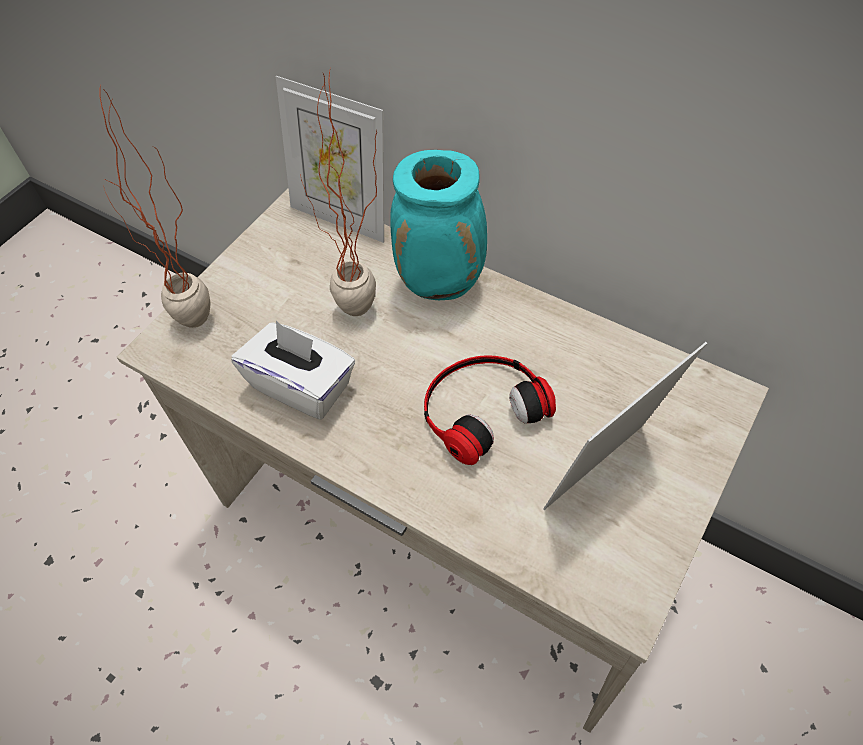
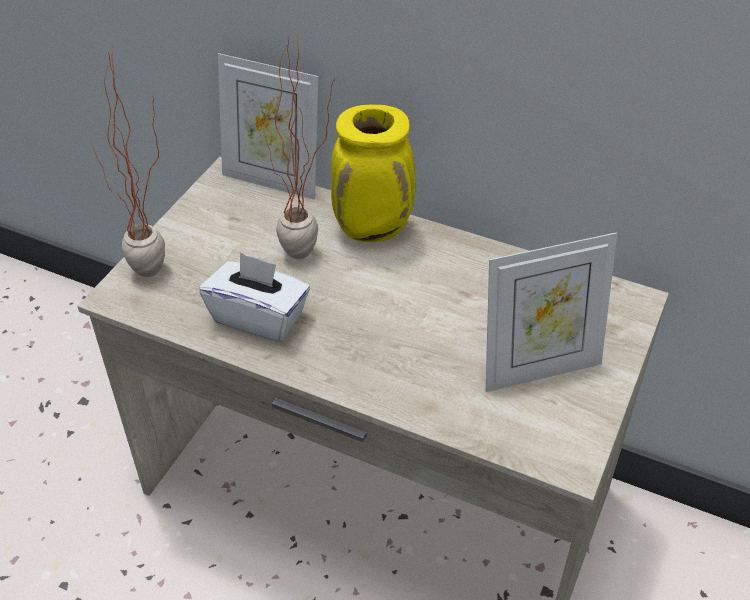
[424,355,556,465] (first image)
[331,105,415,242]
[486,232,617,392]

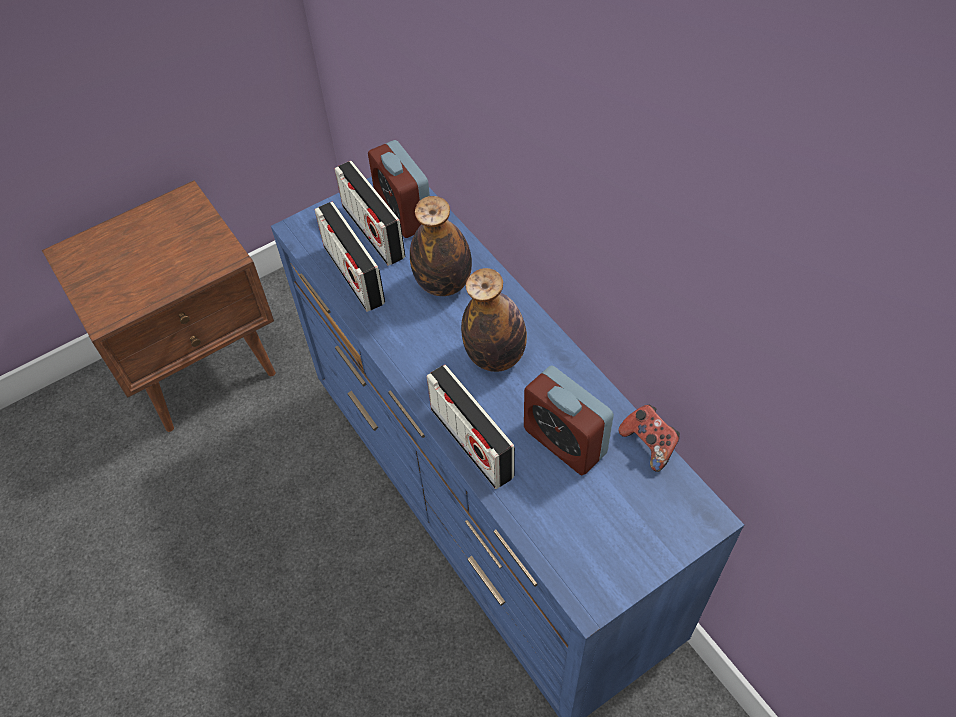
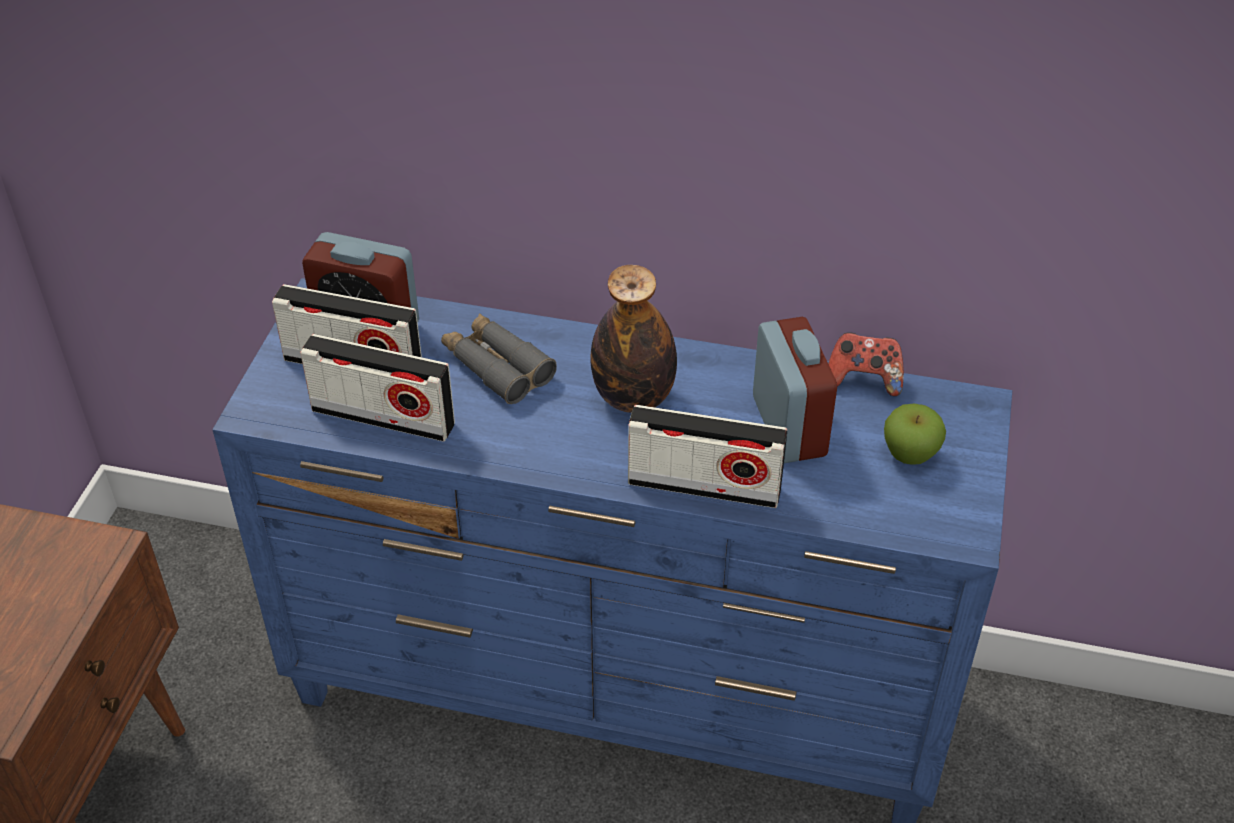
[884,403,946,465]
[441,313,557,404]
[753,317,837,463]

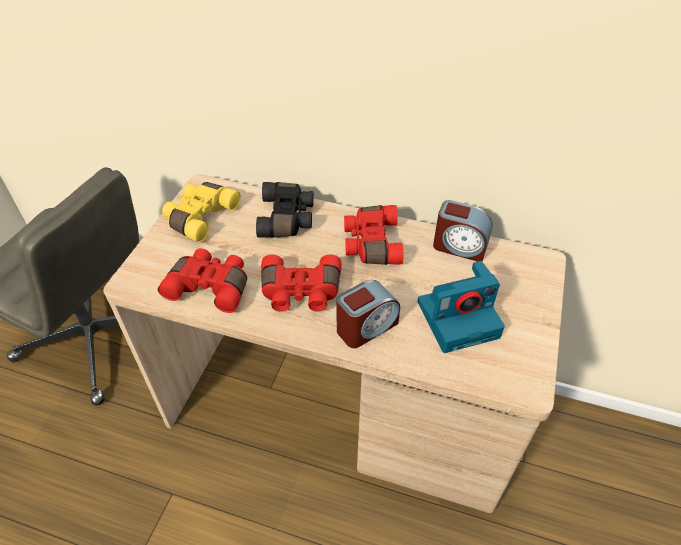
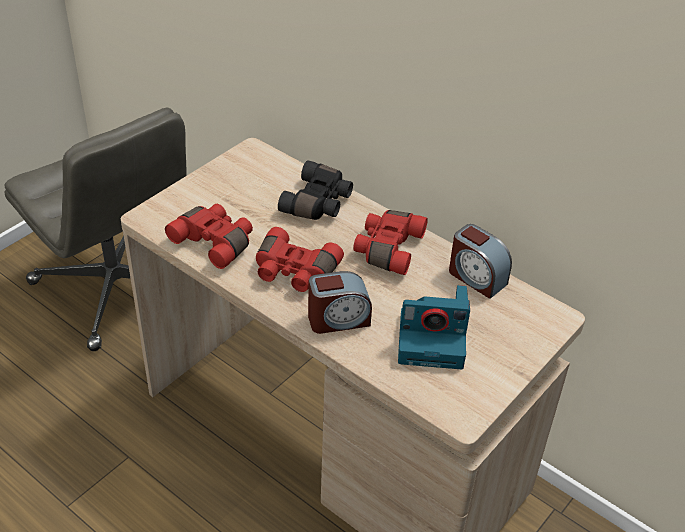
[162,182,241,242] (first image)

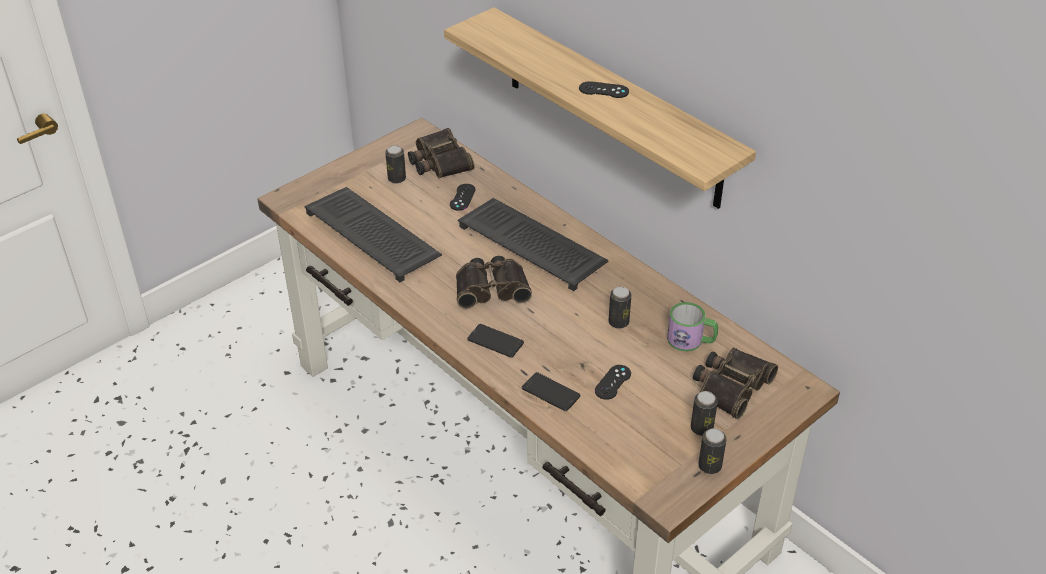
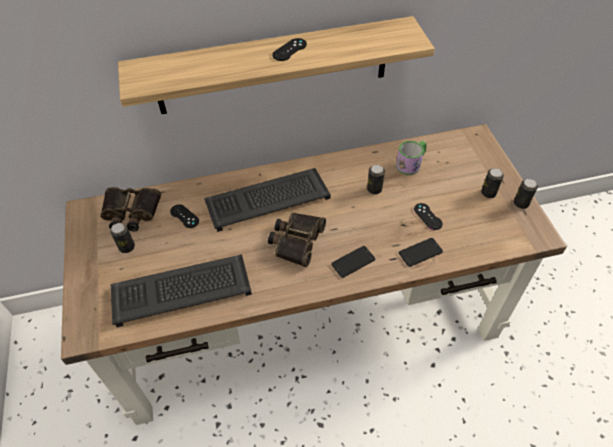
[693,347,778,419] (first image)

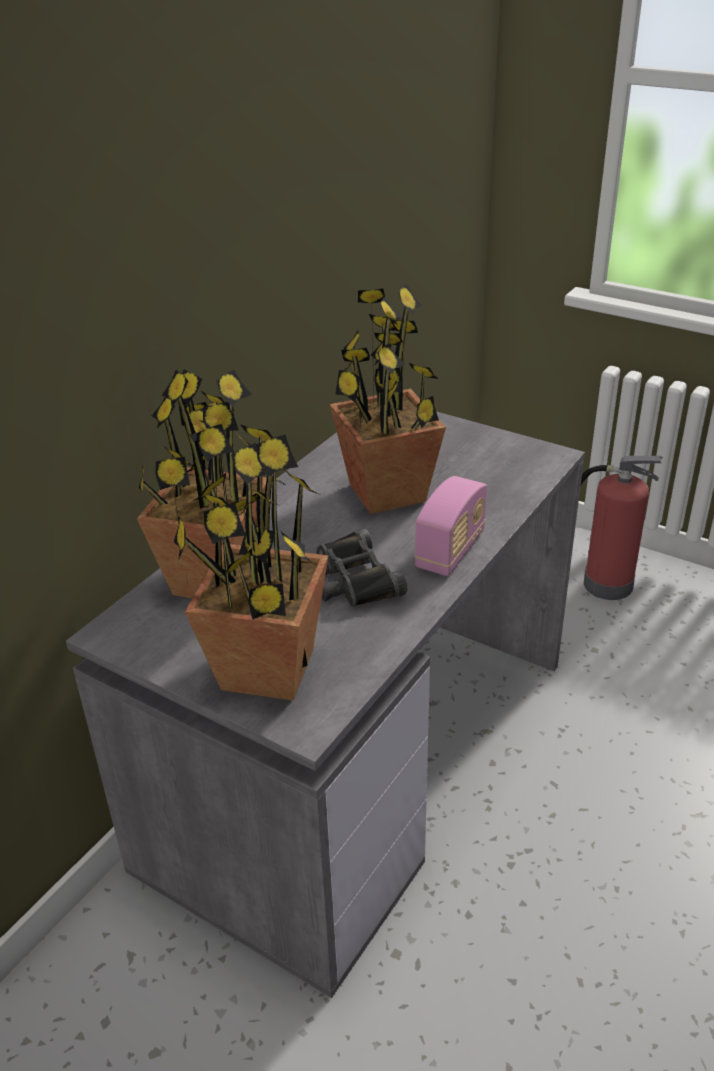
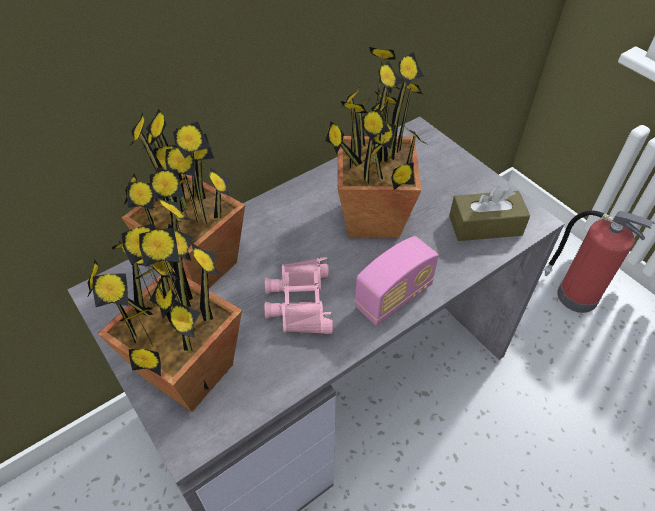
[449,186,530,241]
[265,257,333,334]

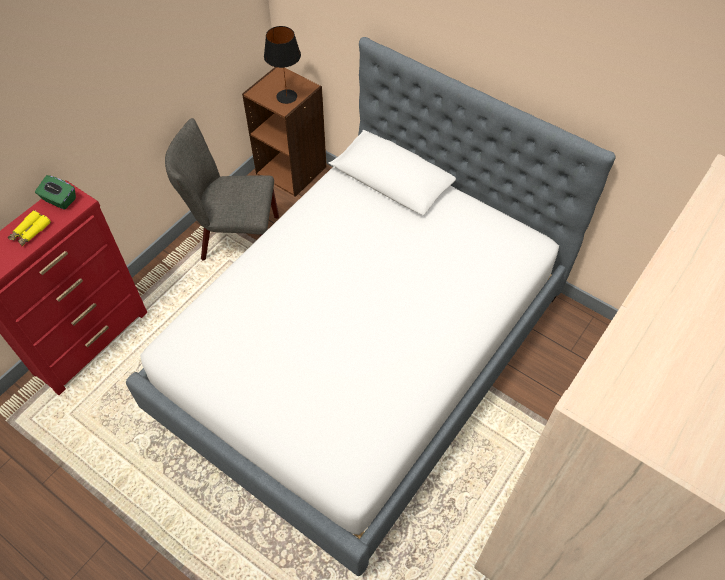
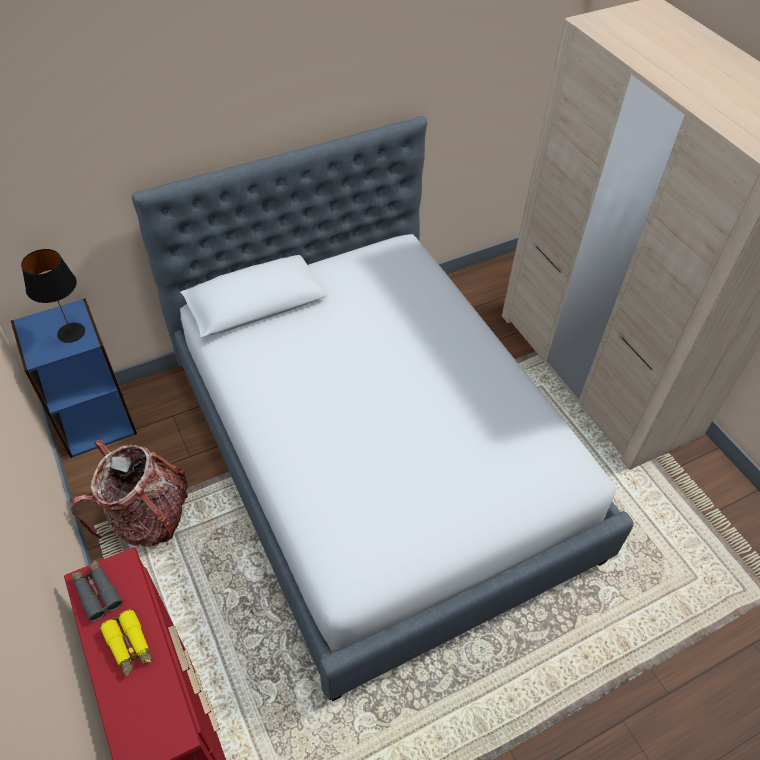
[71,560,123,622]
[71,440,188,547]
[11,298,137,458]

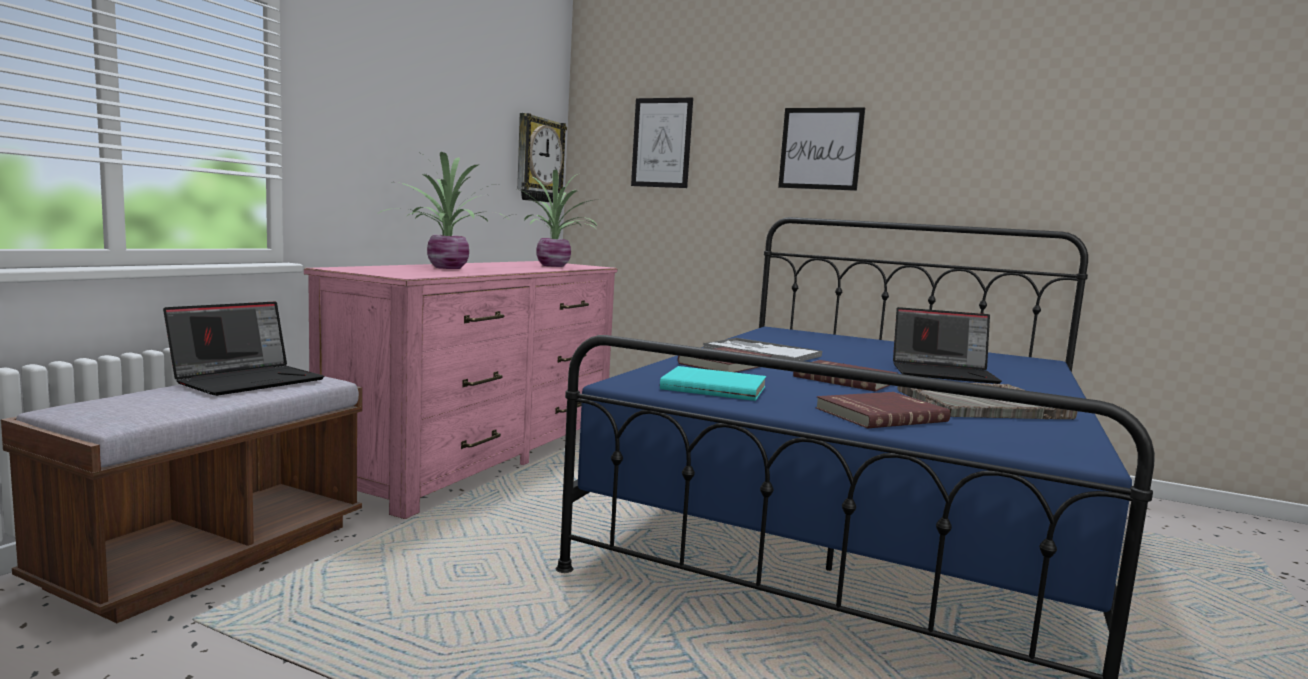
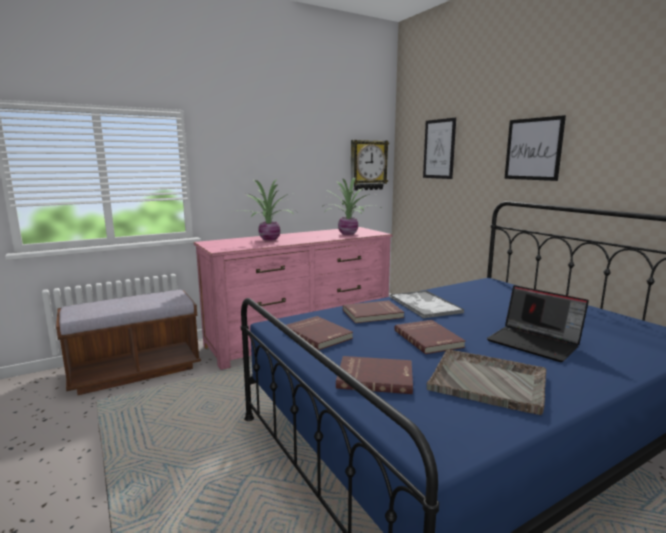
[163,302,325,396] (first image)
[286,316,353,350]

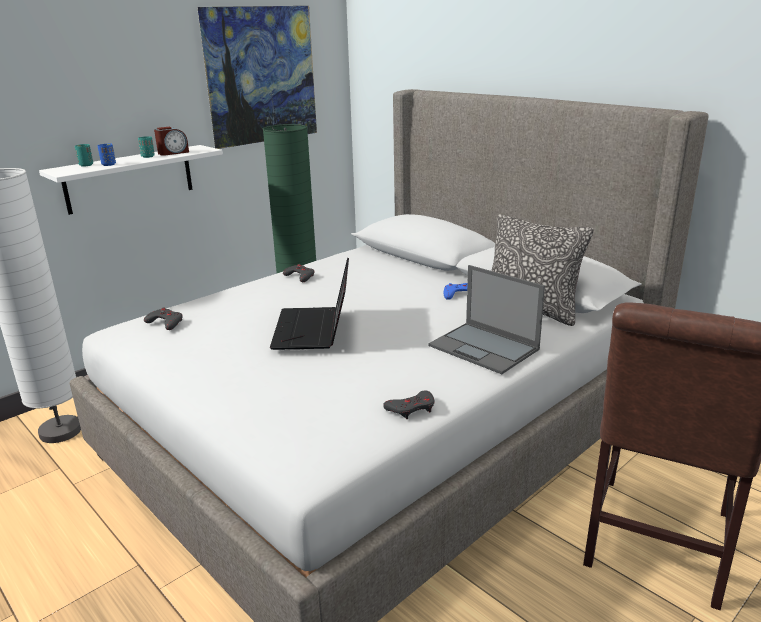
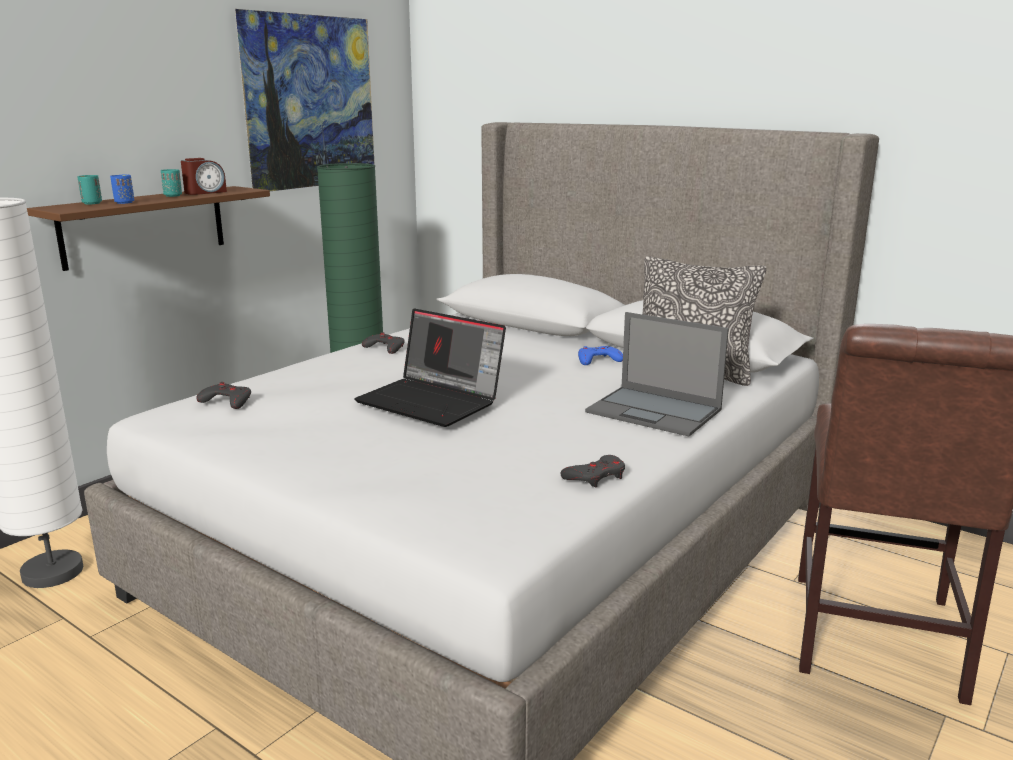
[27,186,270,271]
[354,308,506,427]

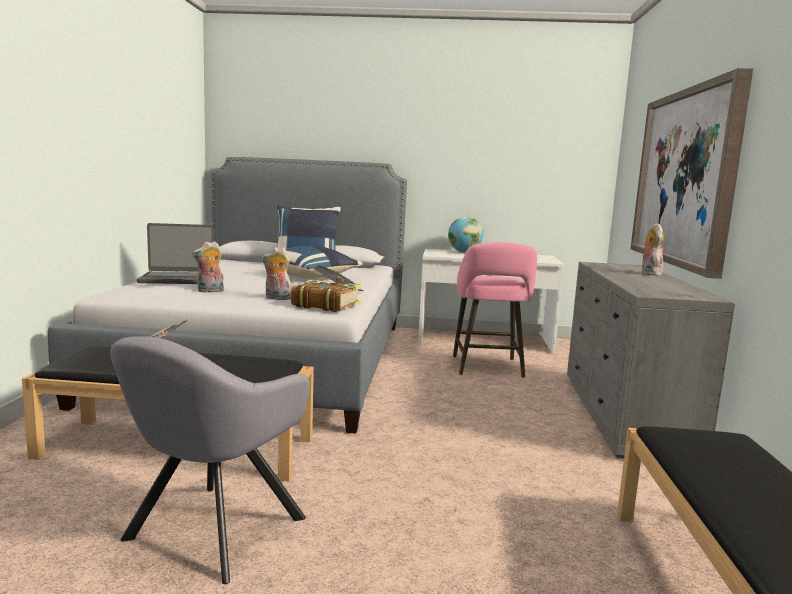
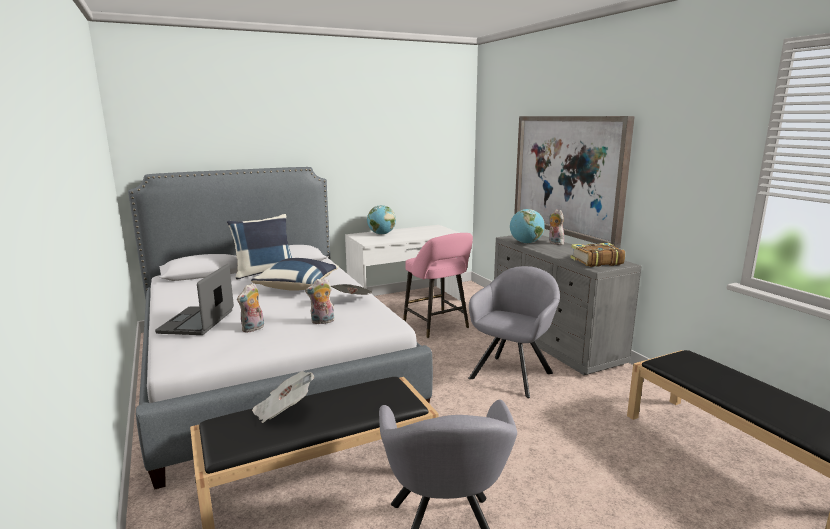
[468,266,560,398]
[510,209,545,244]
[570,243,625,267]
[155,264,234,335]

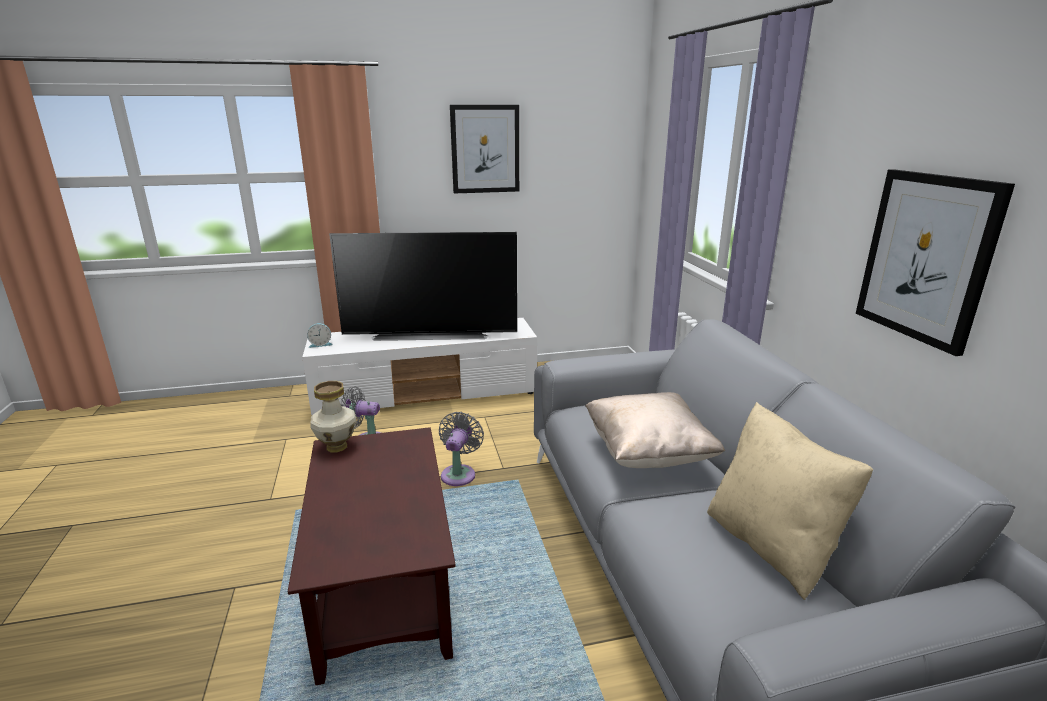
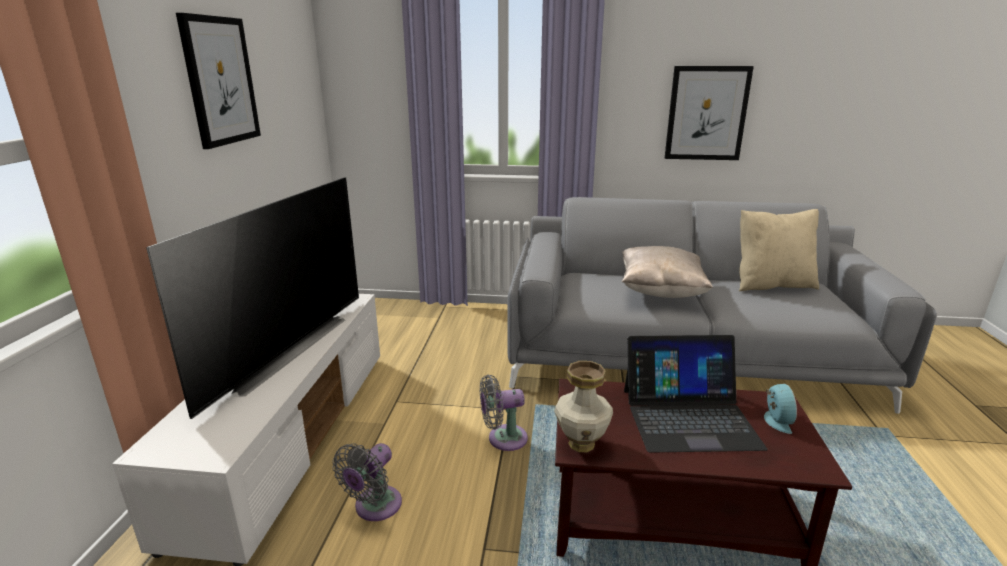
[624,335,767,453]
[764,384,797,434]
[480,375,528,451]

